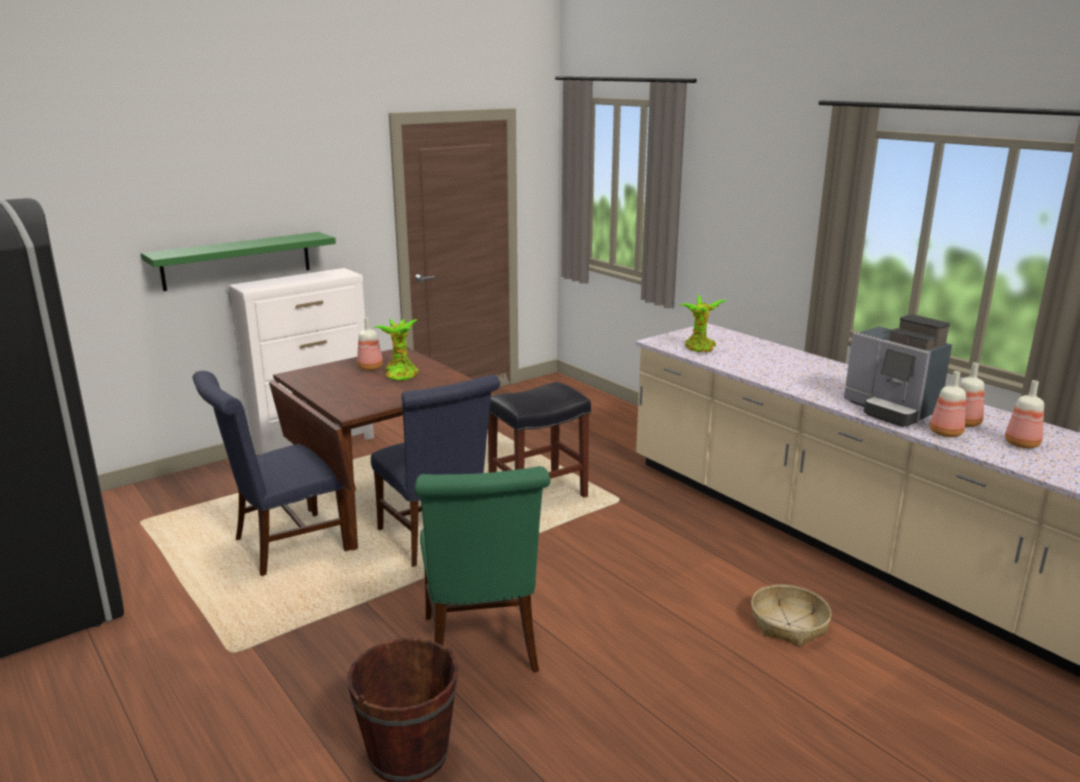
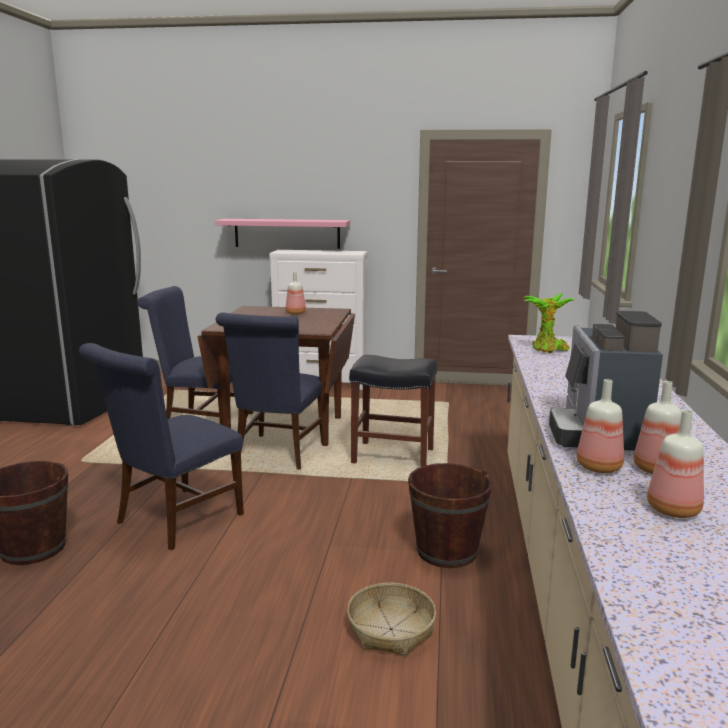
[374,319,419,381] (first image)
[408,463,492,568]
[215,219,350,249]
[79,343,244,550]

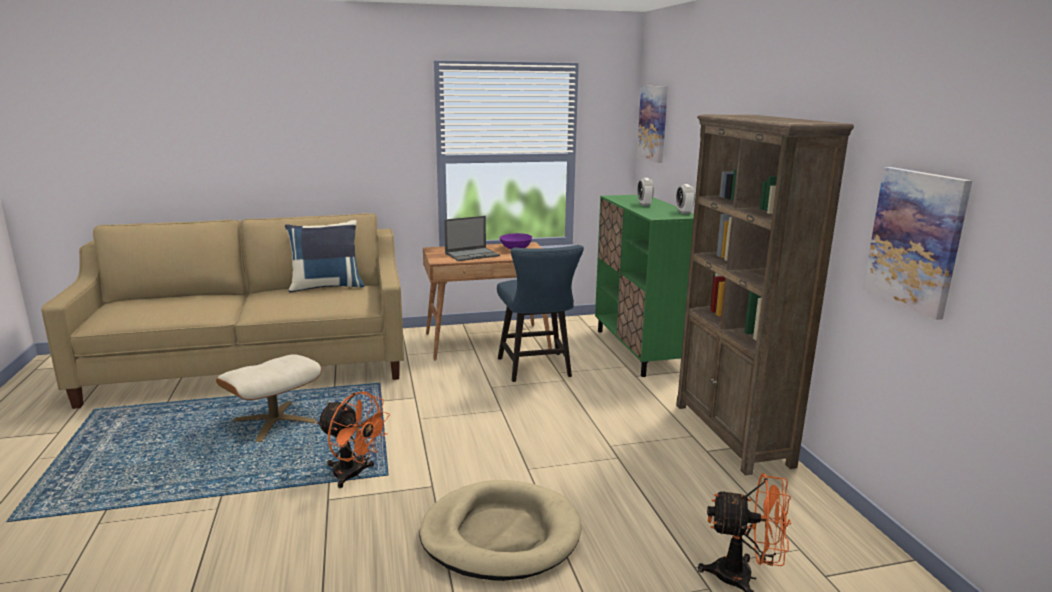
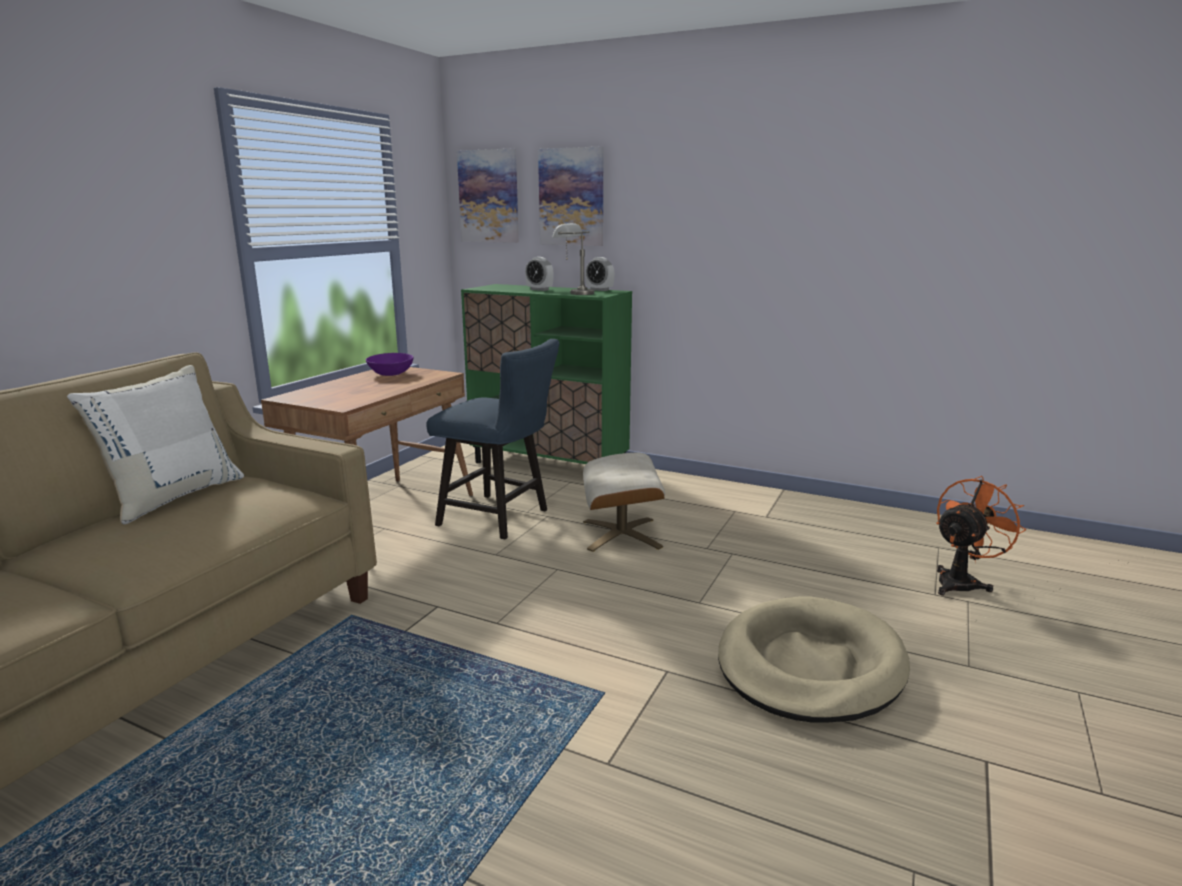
[317,391,390,488] (first image)
[444,216,500,261] (first image)
[676,114,854,475] (first image)
[552,223,594,295]
[583,452,665,552]
[538,147,603,246]
[67,365,244,525]

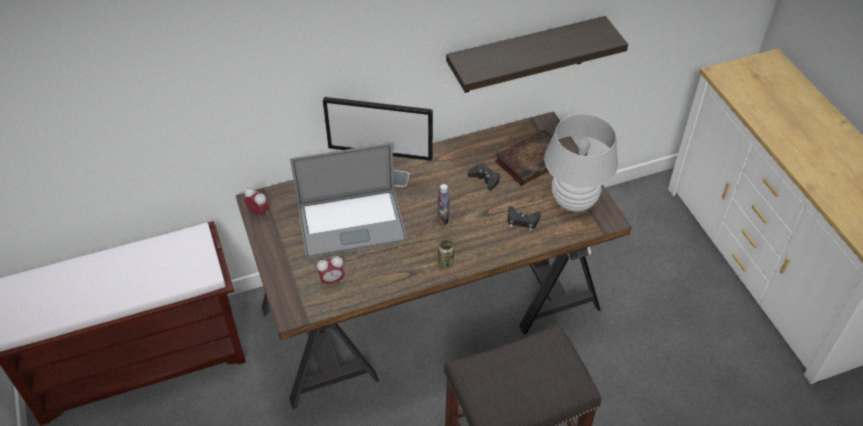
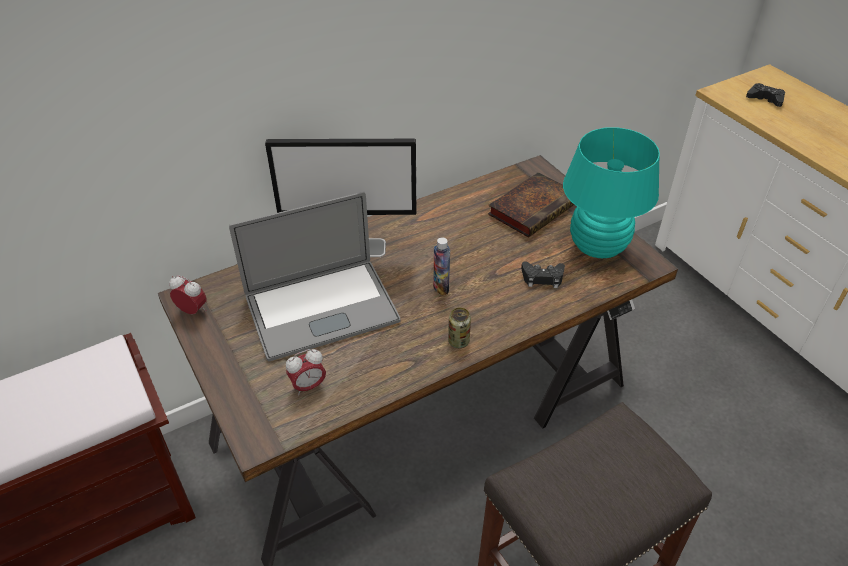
[446,16,628,93] (first image)
[746,83,785,107]
[563,127,660,258]

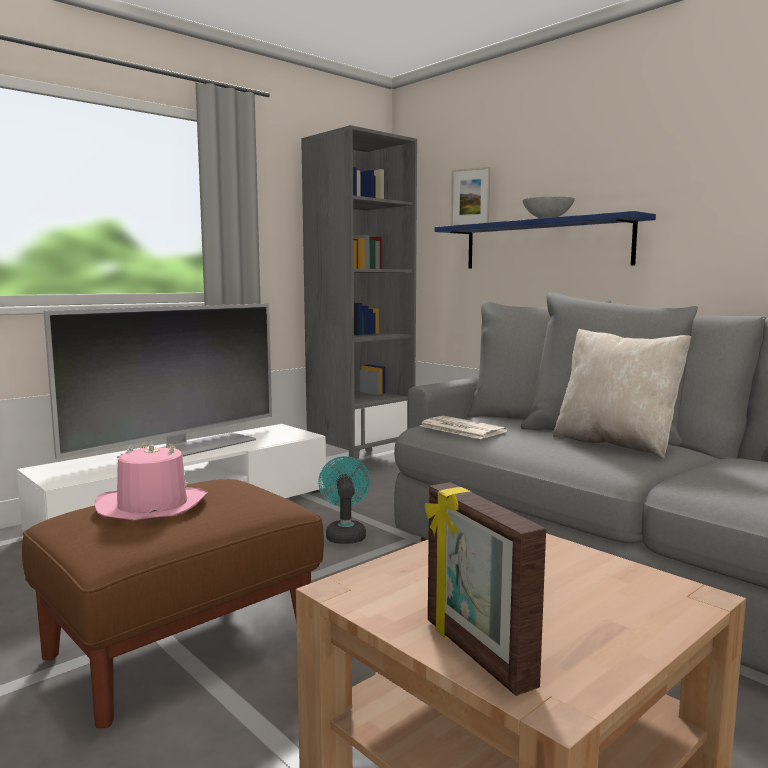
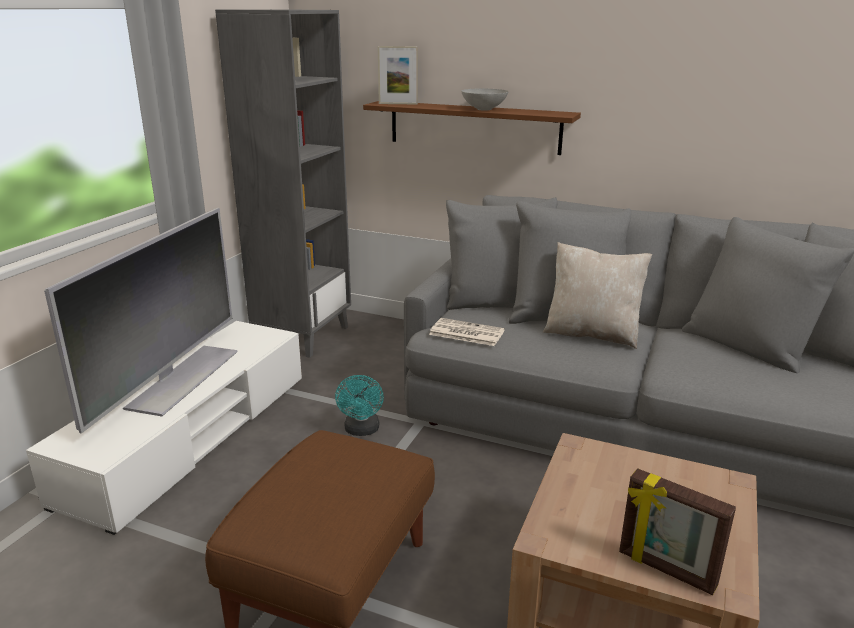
[95,441,208,521] (first image)
[363,101,581,155]
[335,375,384,436]

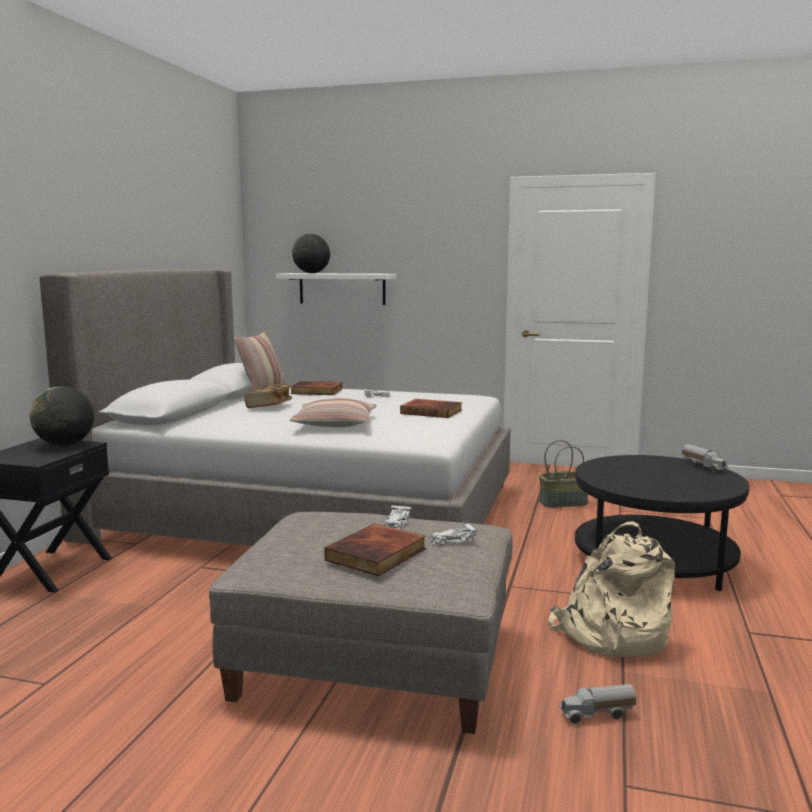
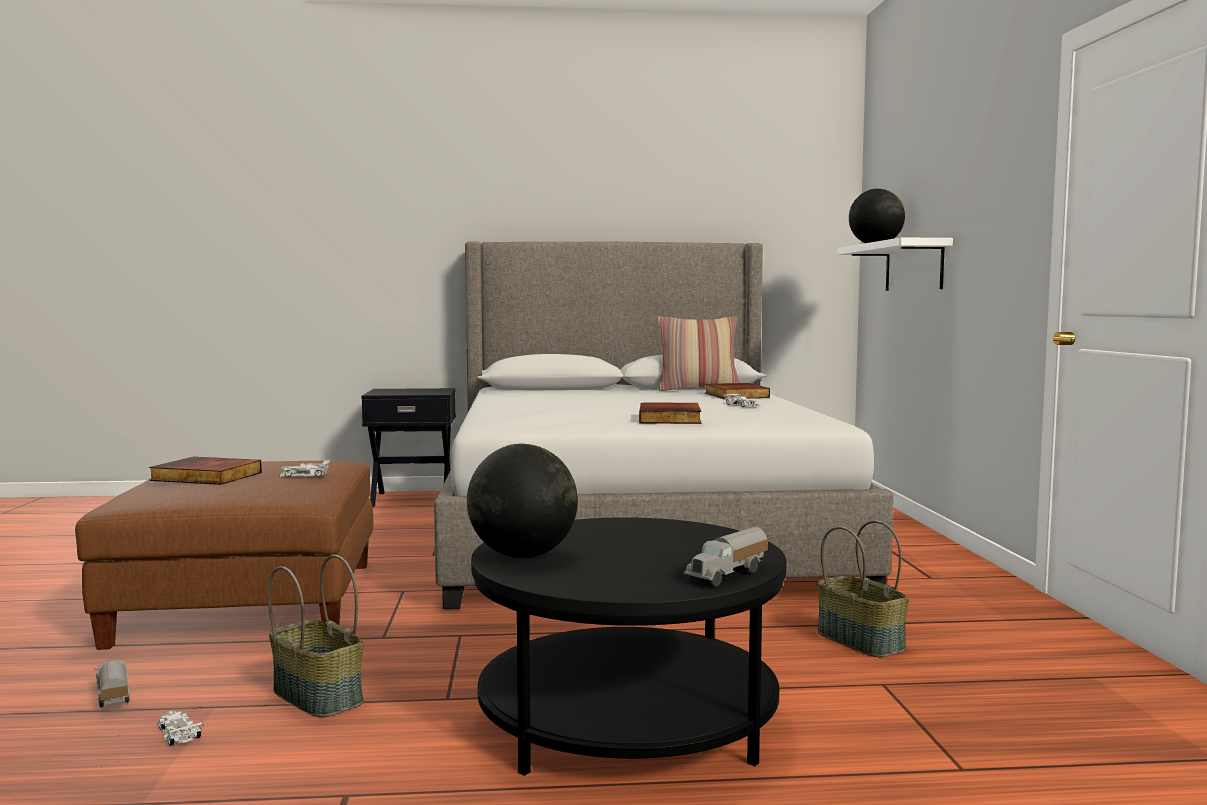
[245,384,292,408] (first image)
[289,398,376,427] (first image)
[467,444,578,558]
[157,711,204,746]
[268,555,364,718]
[75,460,373,650]

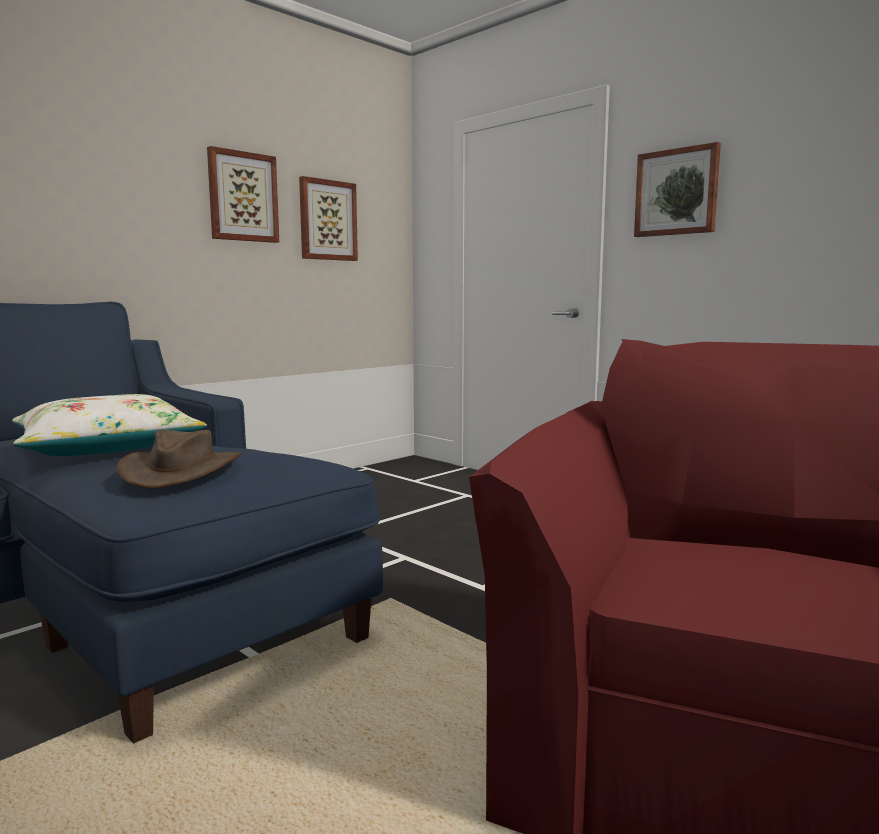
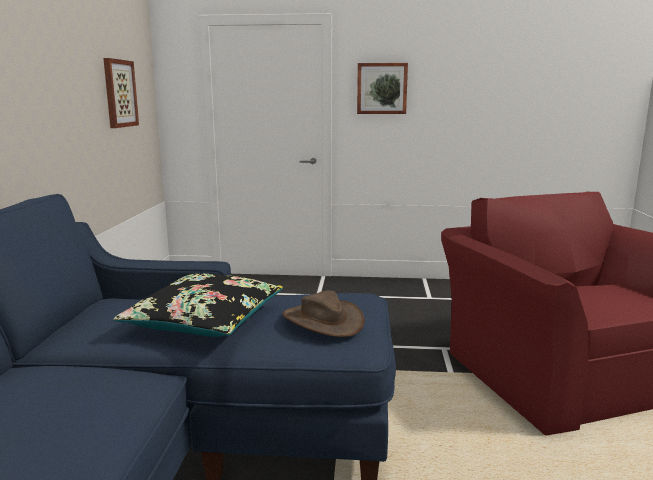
[207,146,279,243] (first image)
[113,273,283,337]

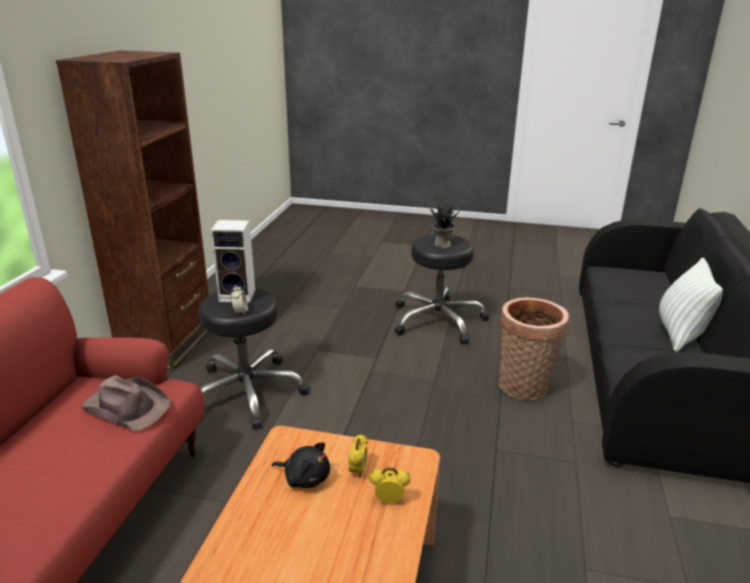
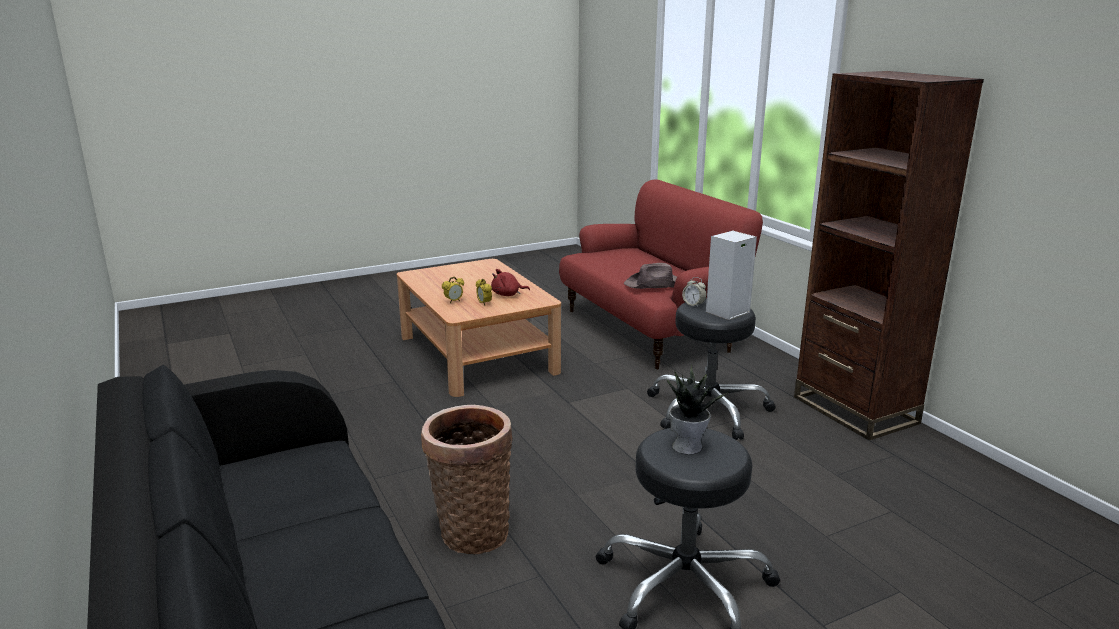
[659,257,723,352] (first image)
[491,269,530,296]

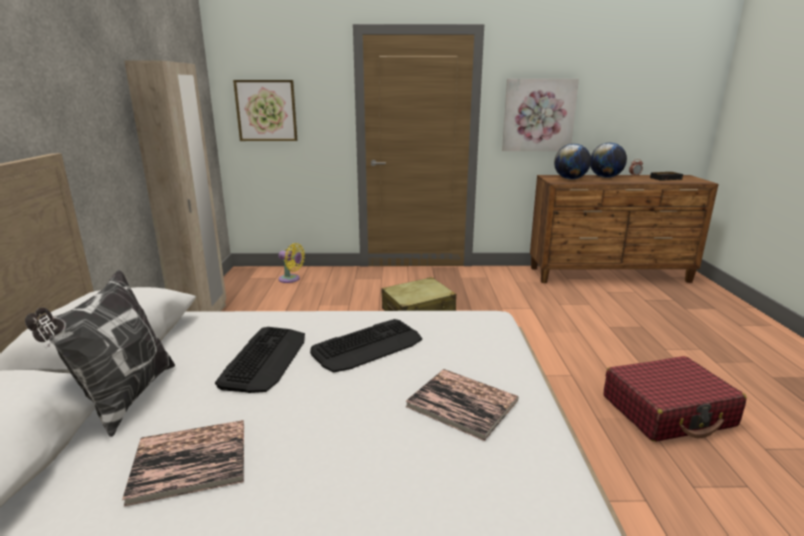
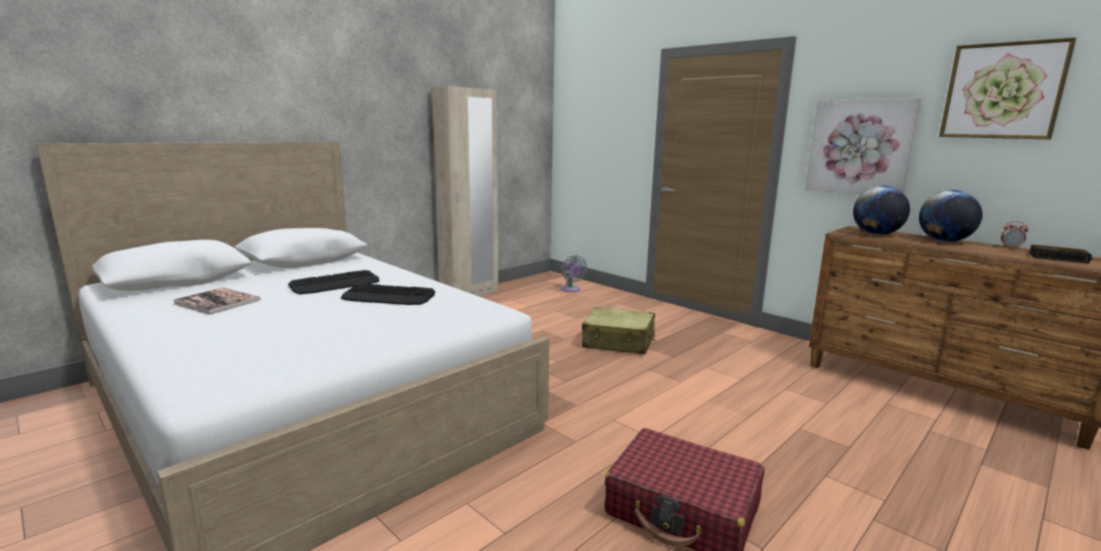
[25,270,175,437] (first image)
[405,369,519,441] (first image)
[939,37,1076,139]
[561,255,587,292]

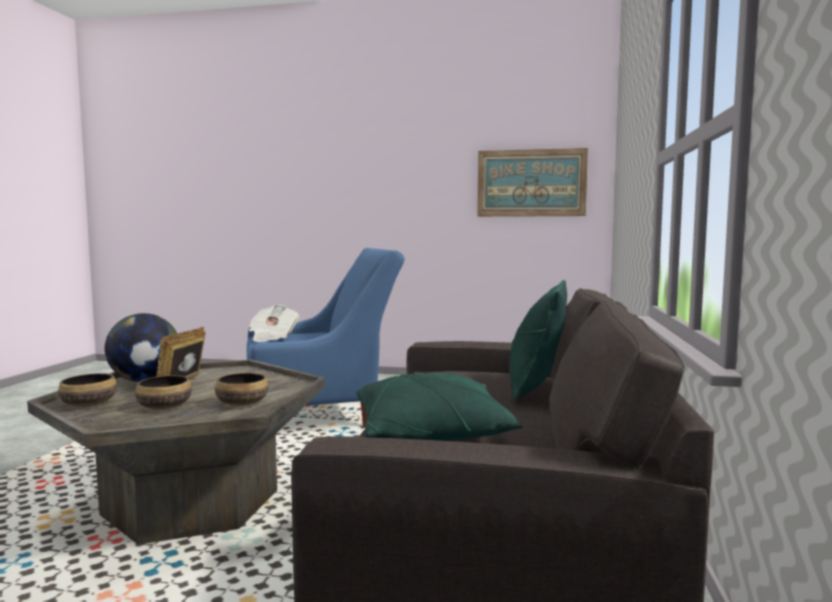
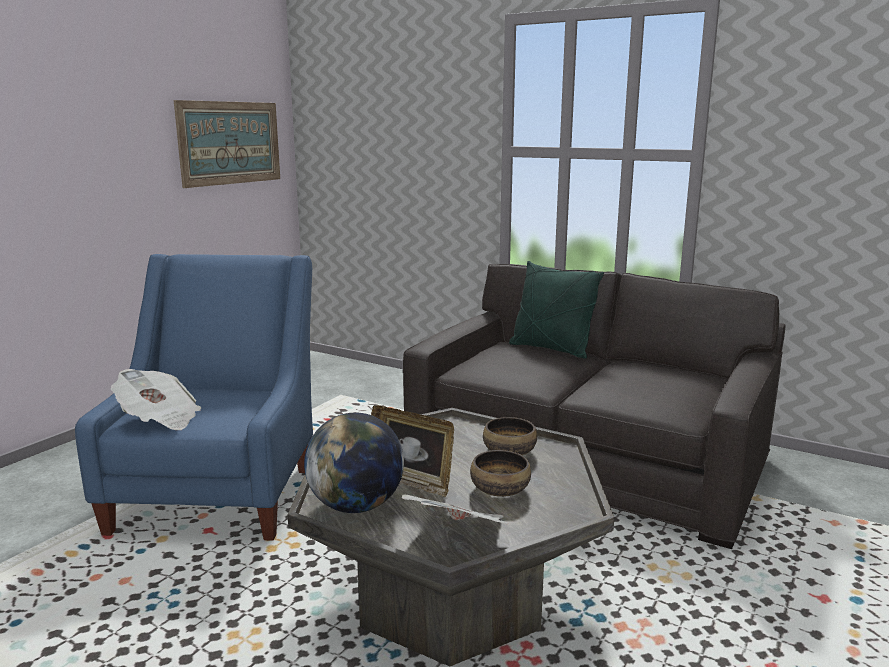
[357,373,523,441] (first image)
[402,494,508,525]

